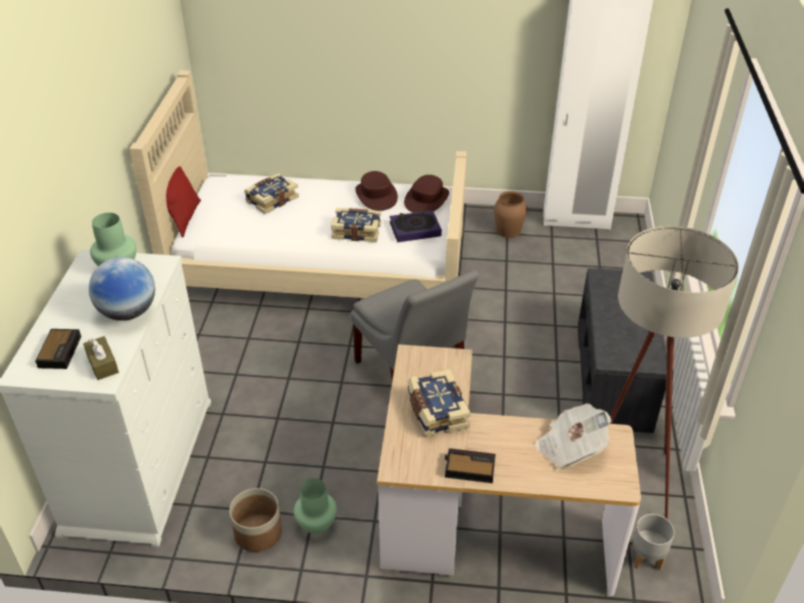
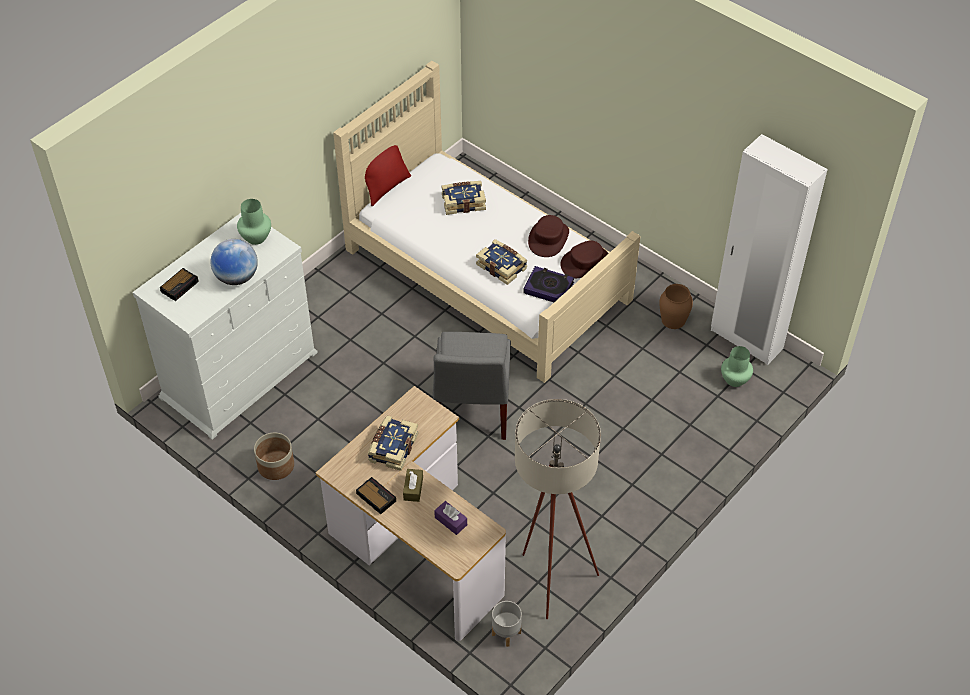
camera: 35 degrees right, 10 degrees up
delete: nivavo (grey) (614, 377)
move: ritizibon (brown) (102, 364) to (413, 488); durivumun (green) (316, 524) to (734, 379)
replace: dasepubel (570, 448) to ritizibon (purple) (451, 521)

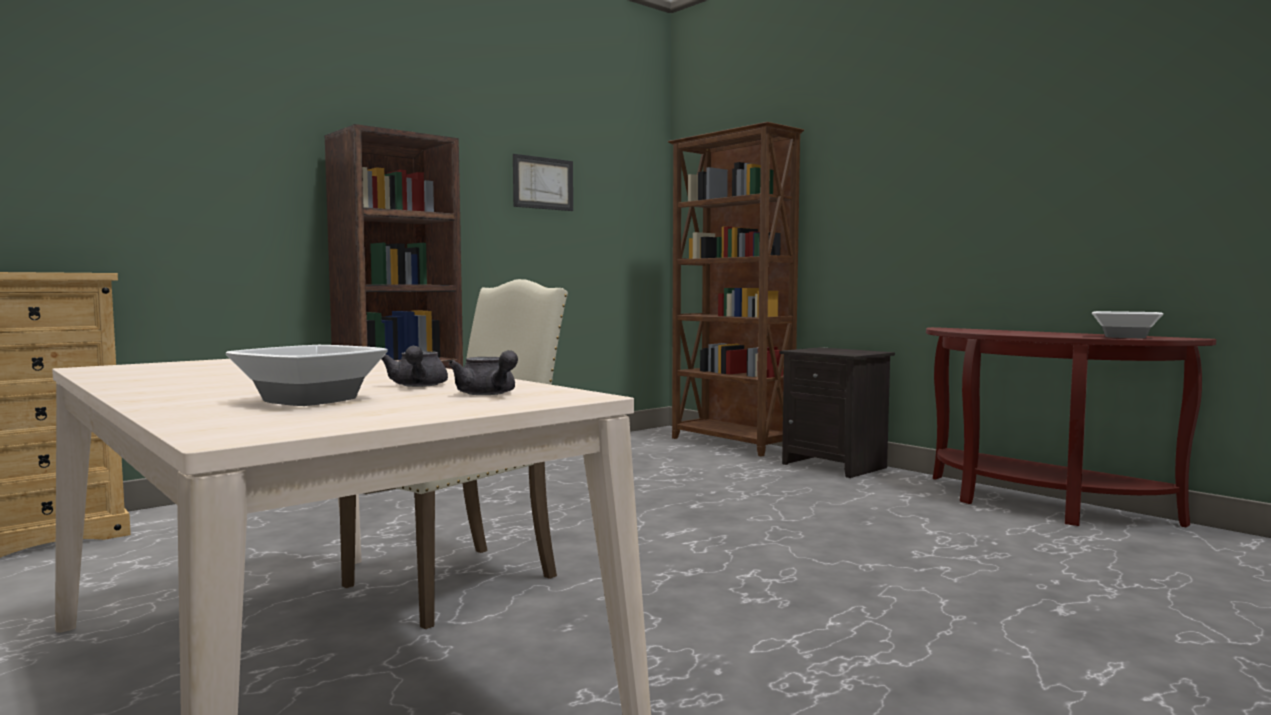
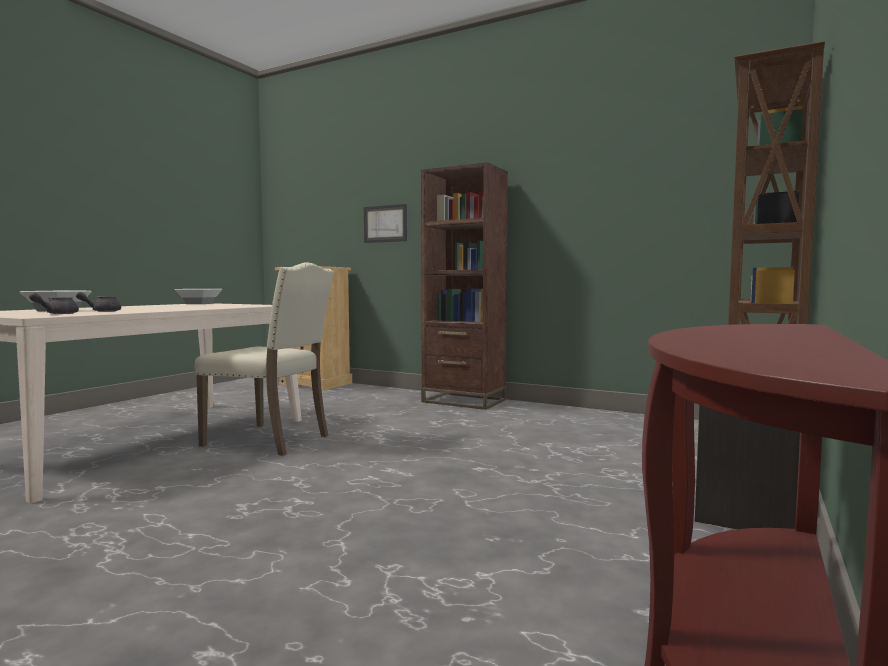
camera: 70 degrees right, 0 degrees up
move: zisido (543, 183) to (385, 223); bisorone (1125, 337) to (198, 303)

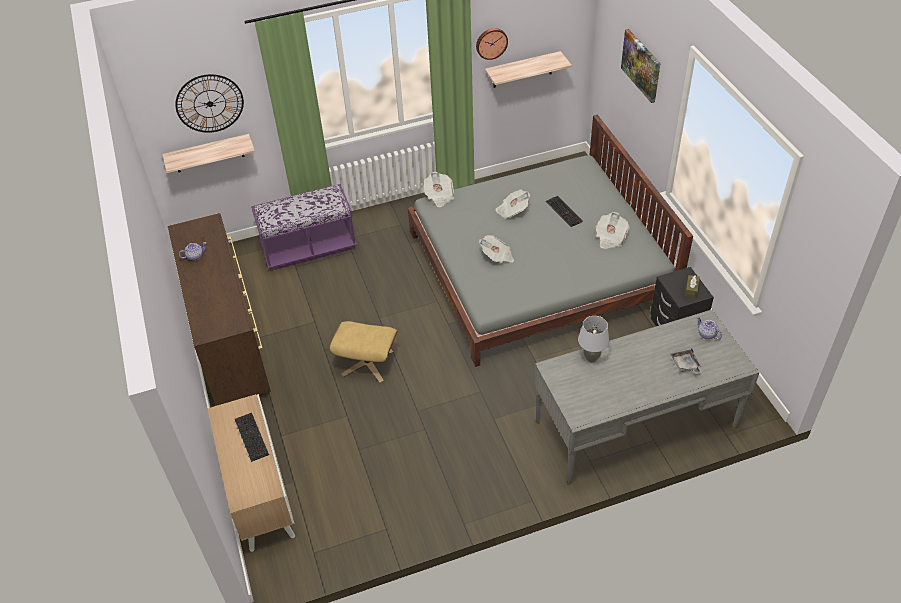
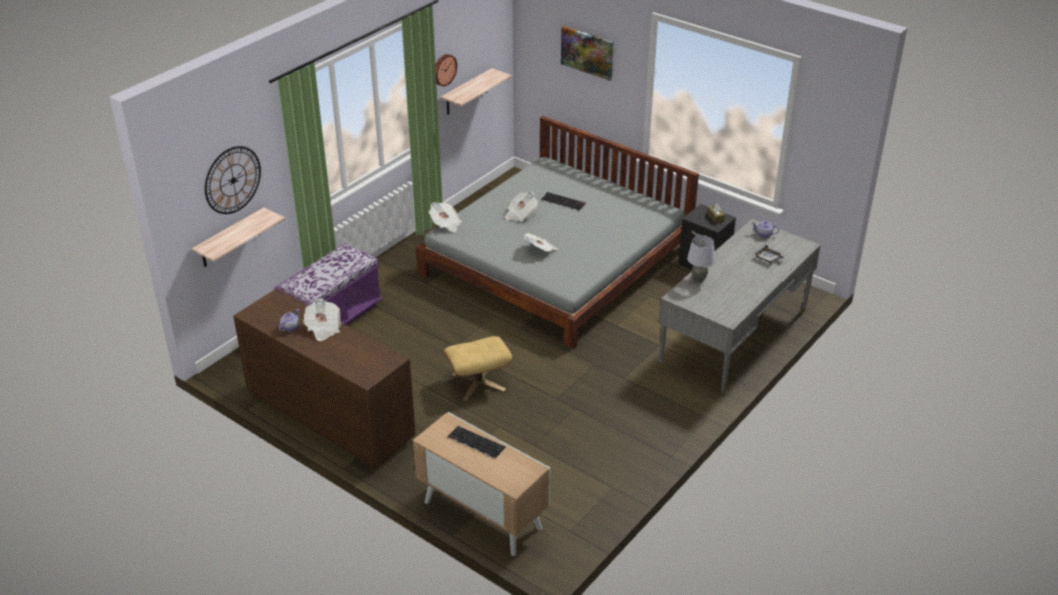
camera: 35 degrees left, 10 degrees down
move: dasepubel (610, 238) to (323, 328)

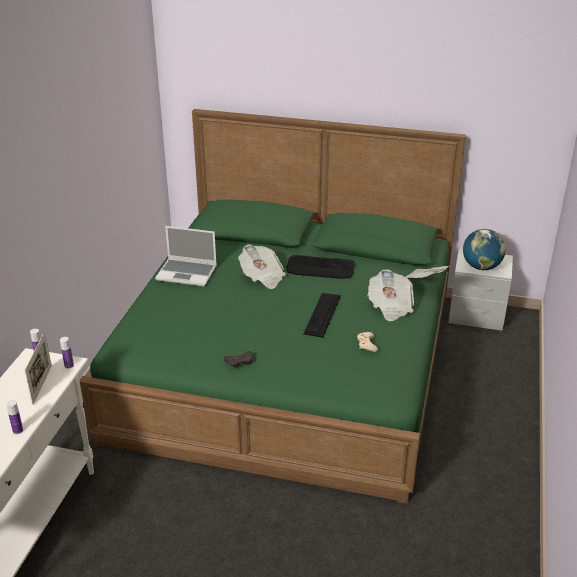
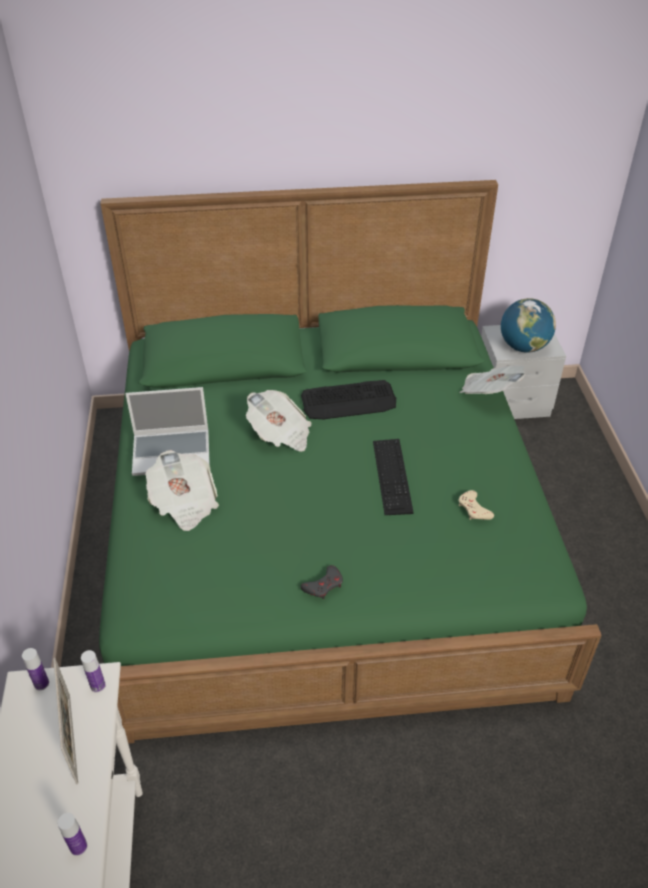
camera: 20 degrees left, 10 degrees up
move: dasepubel (390, 306) to (184, 503)

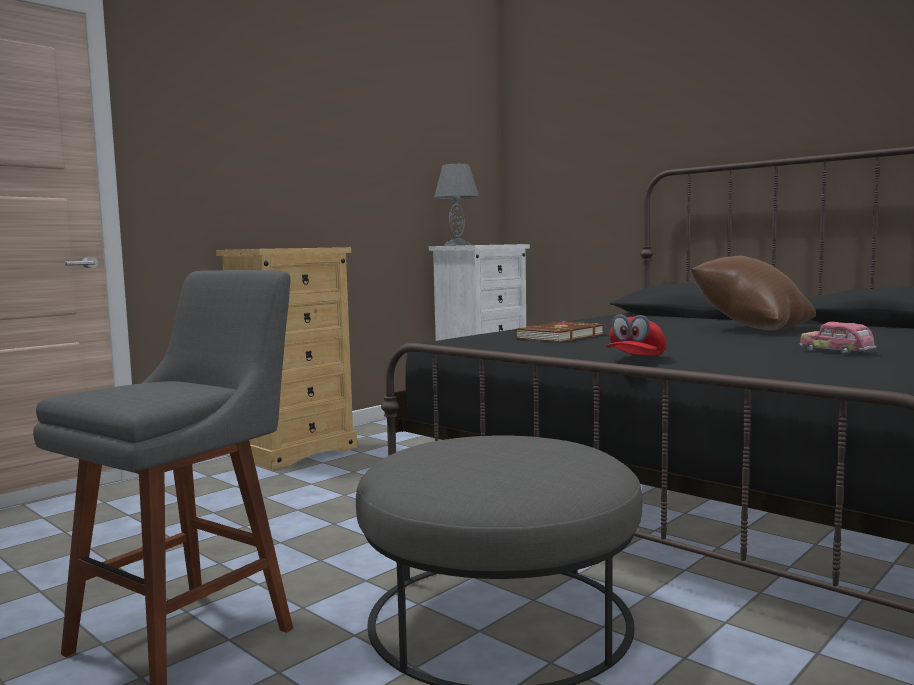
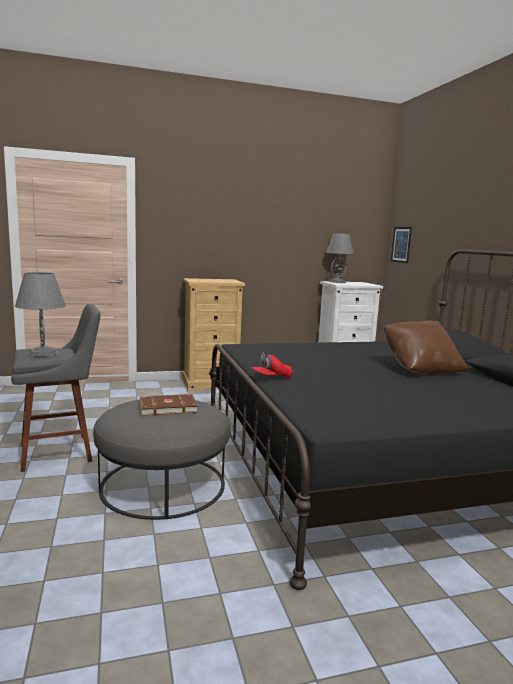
camera: 30 degrees right, 5 degrees up
delete: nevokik (836, 352)
insert: zisido (401, 244); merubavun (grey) (43, 353)
move: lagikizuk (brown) (558, 336) to (167, 407)

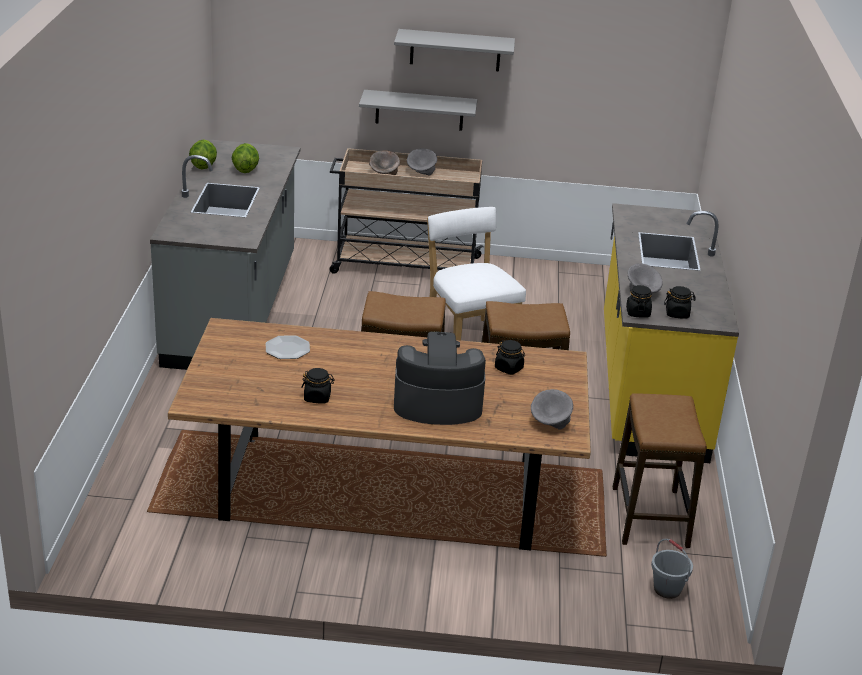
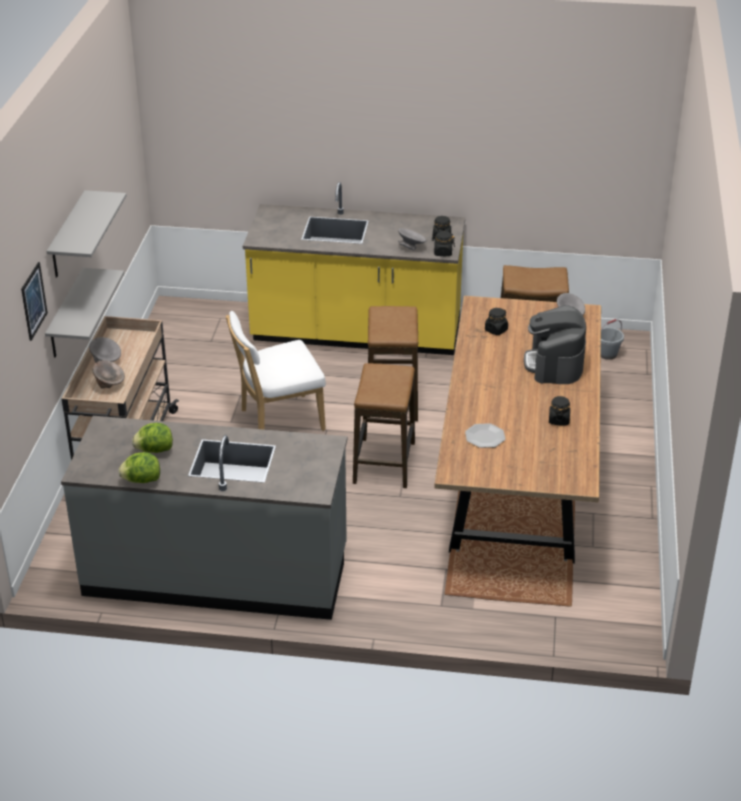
camera: 85 degrees left, 5 degrees up
insert: zisido (33, 301)

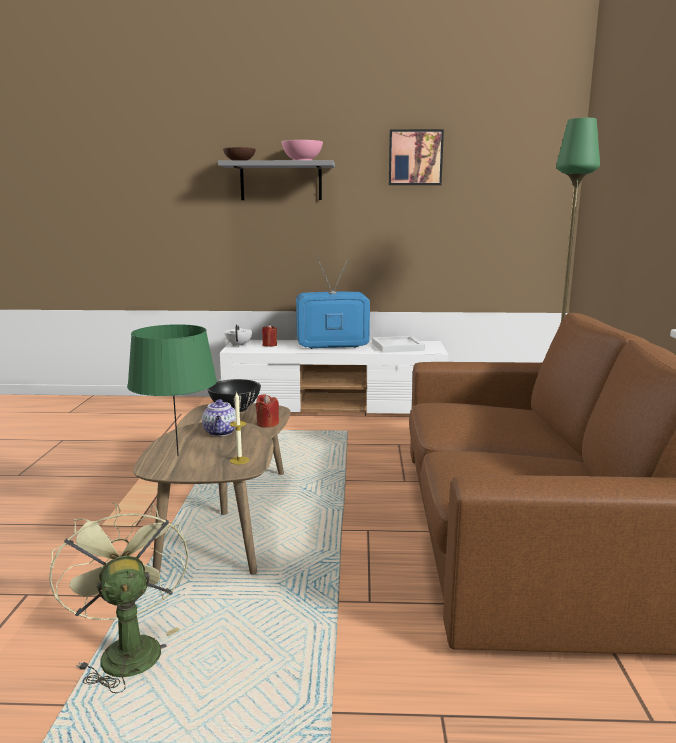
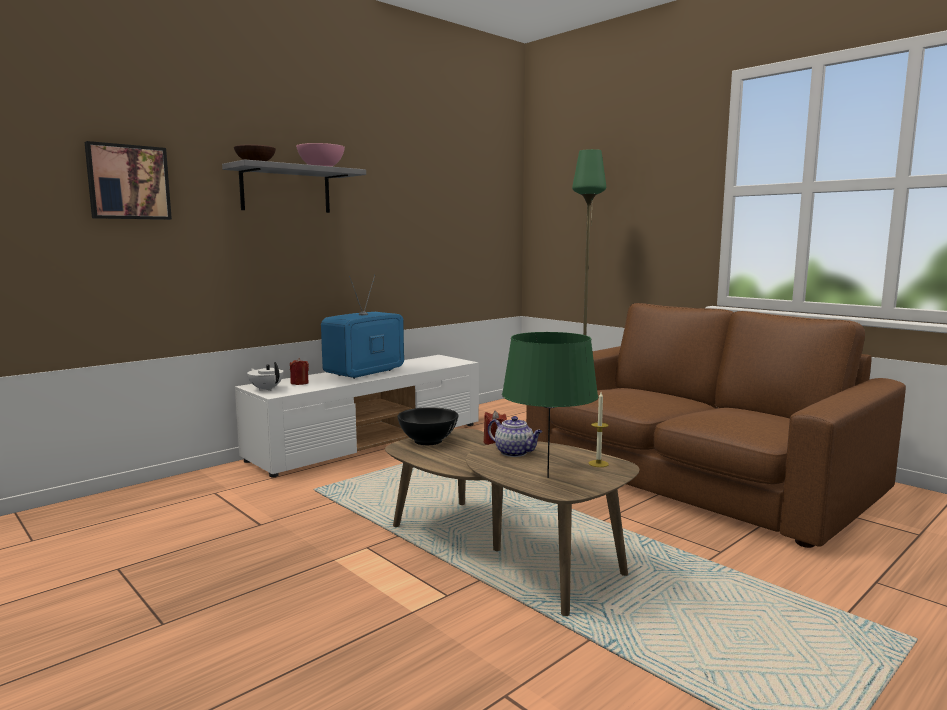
camera: 45 degrees left, 5 degrees down
delete: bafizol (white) (397, 347); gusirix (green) (127, 649)
move: zisido (415, 158) to (128, 182)

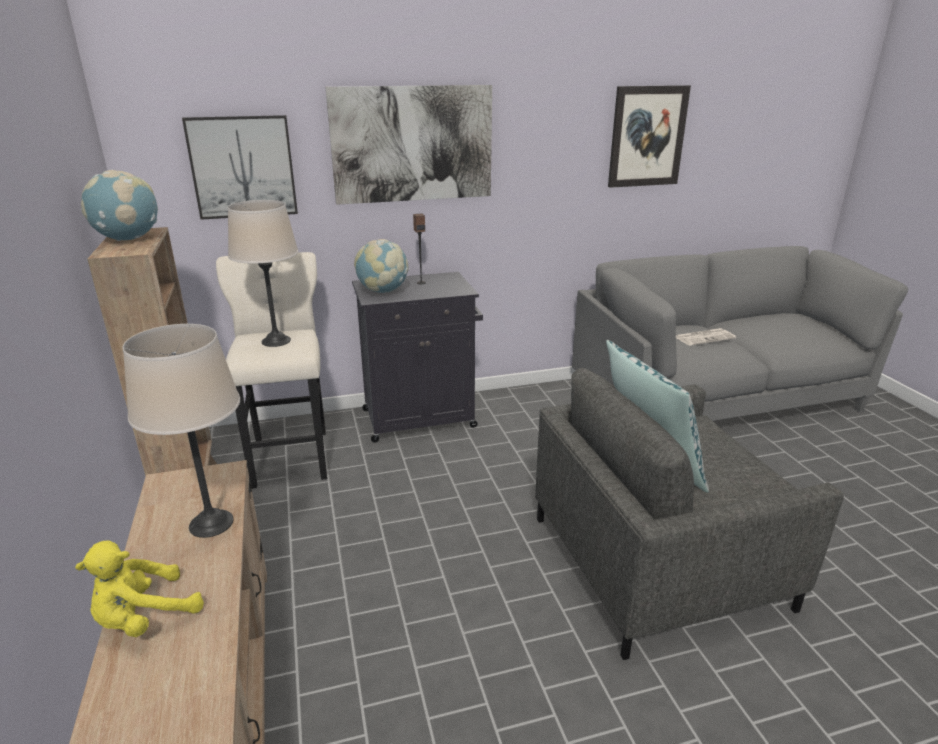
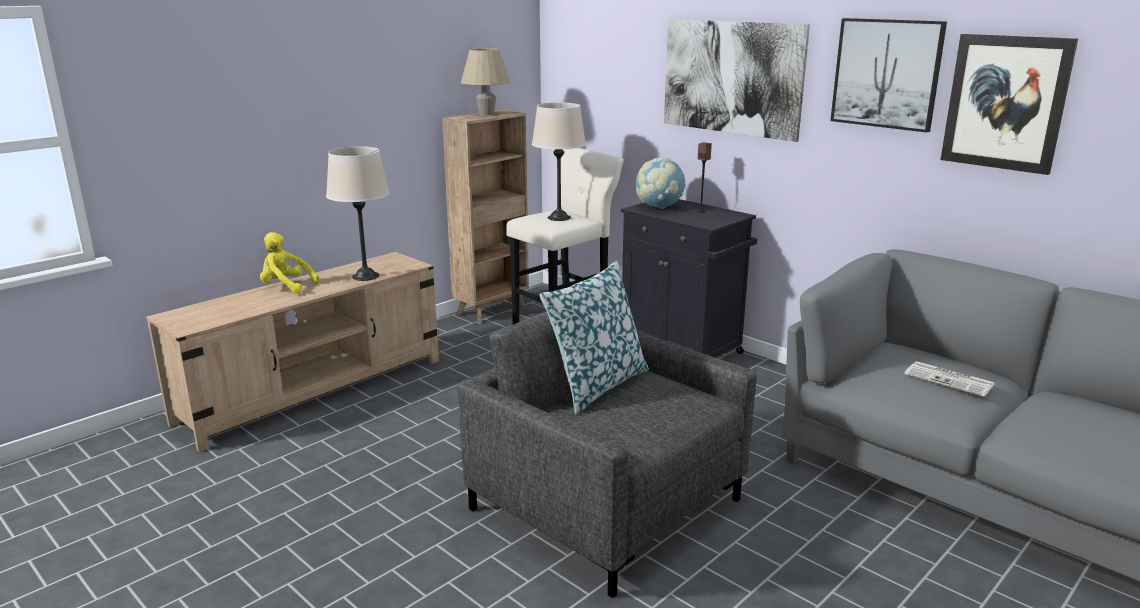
camera: 60 degrees right, 5 degrees down
move: zisido (243, 167) to (887, 73)
replace: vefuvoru (128, 239) to merubavun (beige) (486, 114)

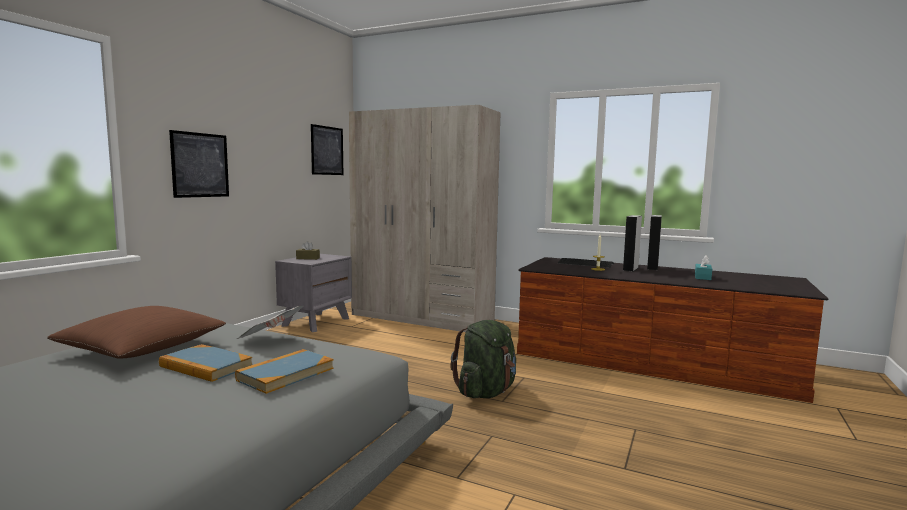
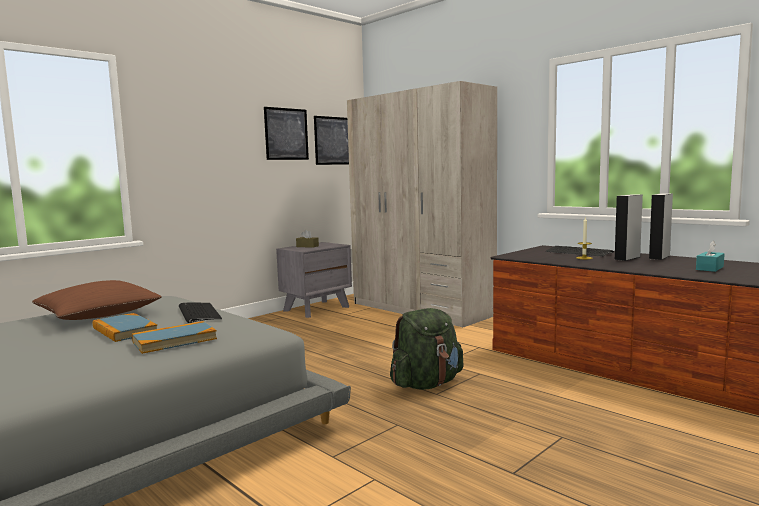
camera: 20 degrees right, 0 degrees up
move: zisido (200, 165) to (286, 134)
replace: dasepubel (271, 339) to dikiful (198, 313)

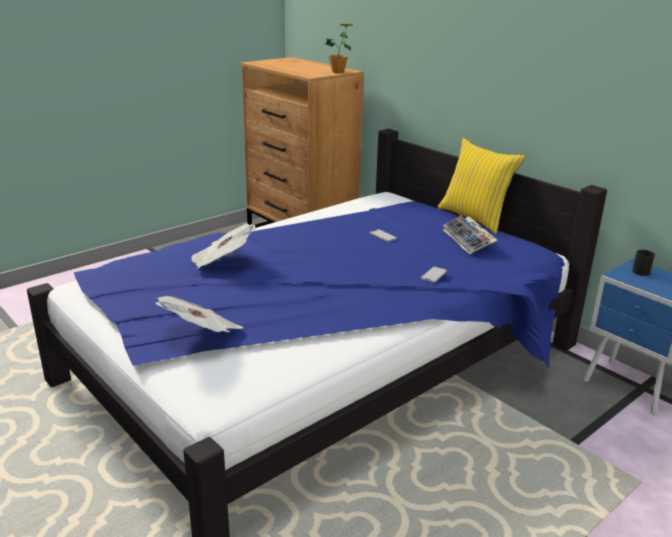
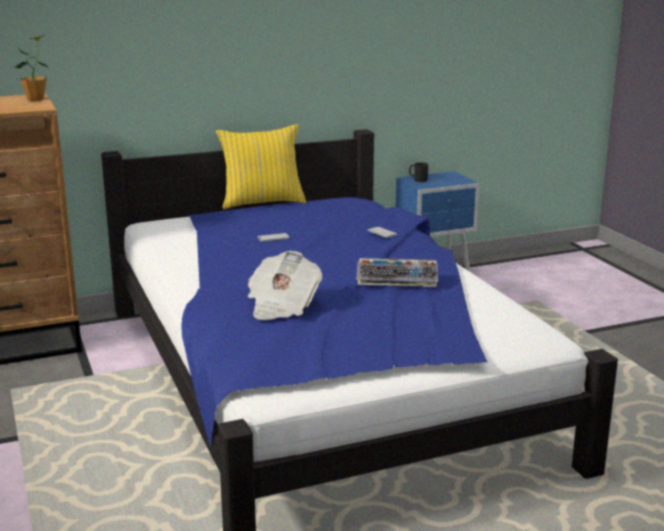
camera: 70 degrees left, 5 degrees down
delete: dasepubel (201, 333)
move: dikiful (469, 240) to (398, 279)

